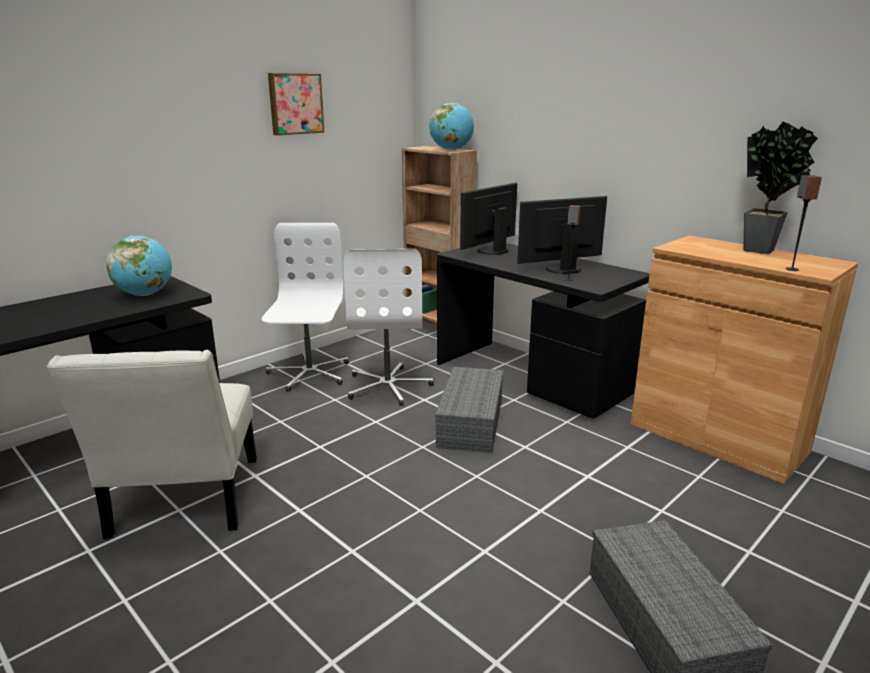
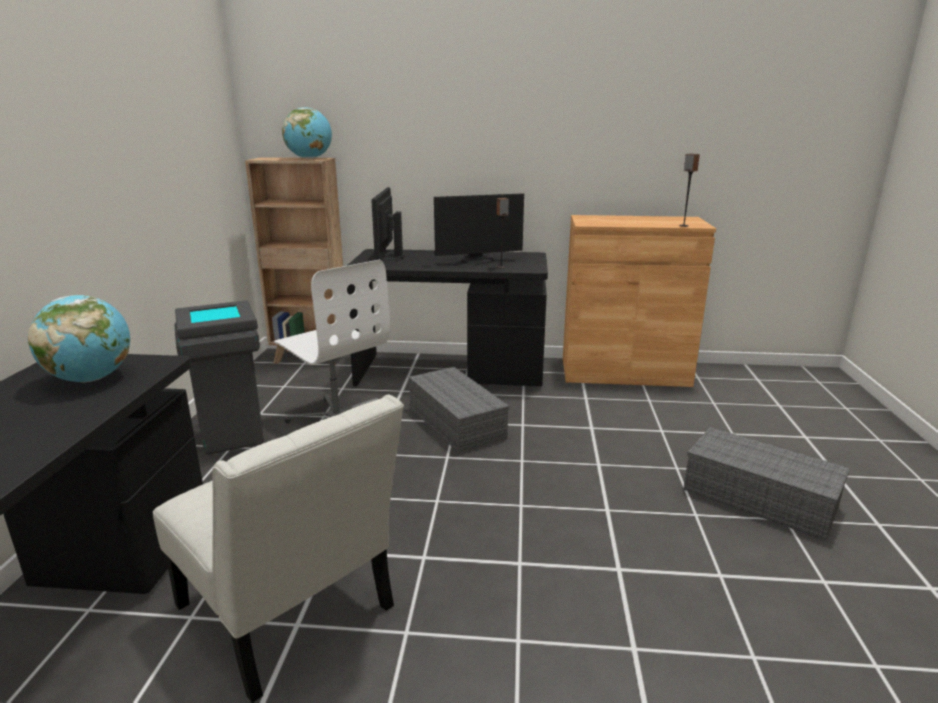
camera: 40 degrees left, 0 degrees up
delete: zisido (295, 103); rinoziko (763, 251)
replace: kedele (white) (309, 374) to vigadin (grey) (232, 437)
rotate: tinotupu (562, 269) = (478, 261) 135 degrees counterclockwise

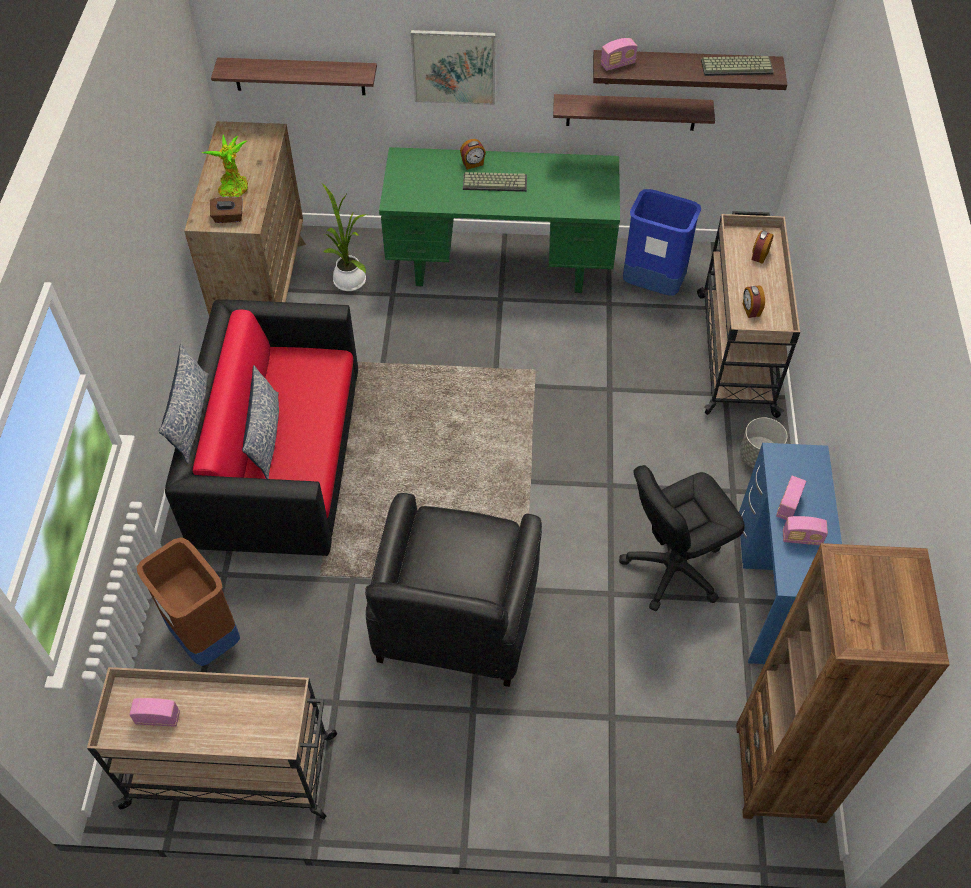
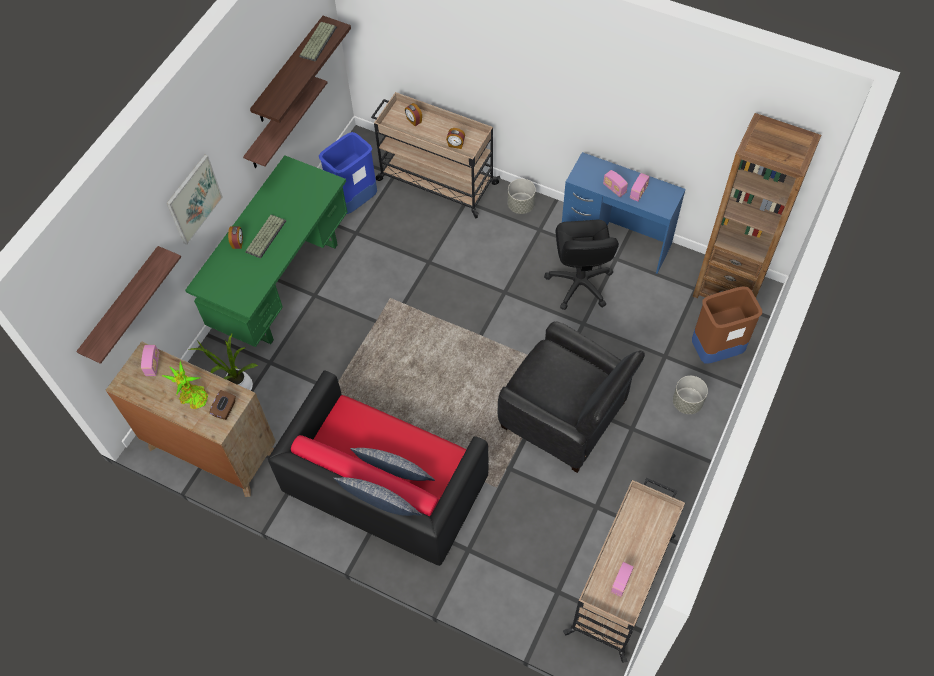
camera: 65 degrees left, 5 degrees up
insert: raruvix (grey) (687, 402)
move: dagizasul (617, 64) to (153, 364); vigadin (brown) (207, 637) to (715, 350)

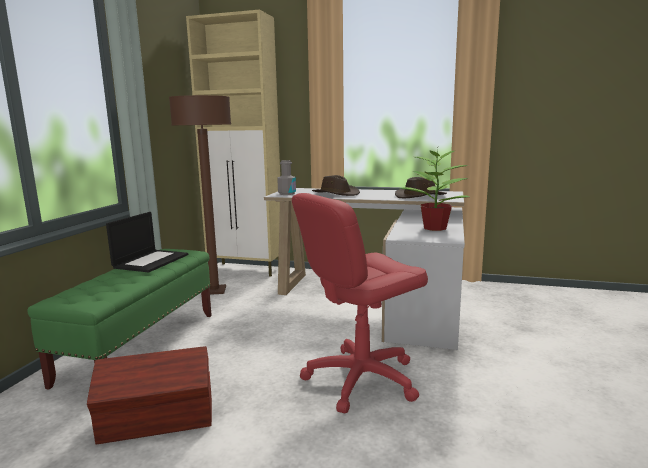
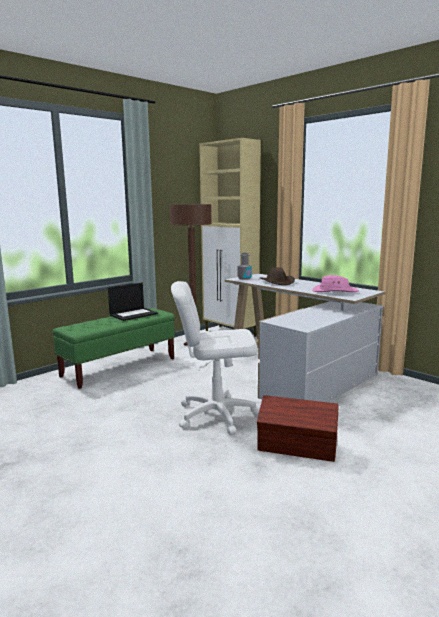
camera: 30 degrees right, 0 degrees up
delete: rinoziko (435, 228)
move: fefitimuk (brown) (158, 421) to (297, 447)
recolor: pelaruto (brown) (420, 196) to pelaruto (pink) (334, 291); kedele (red) (361, 379) to kedele (white) (216, 415)

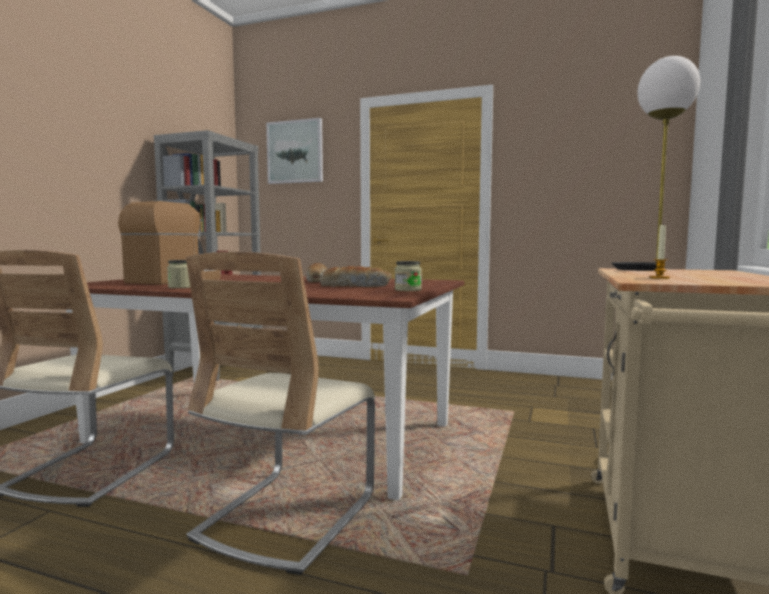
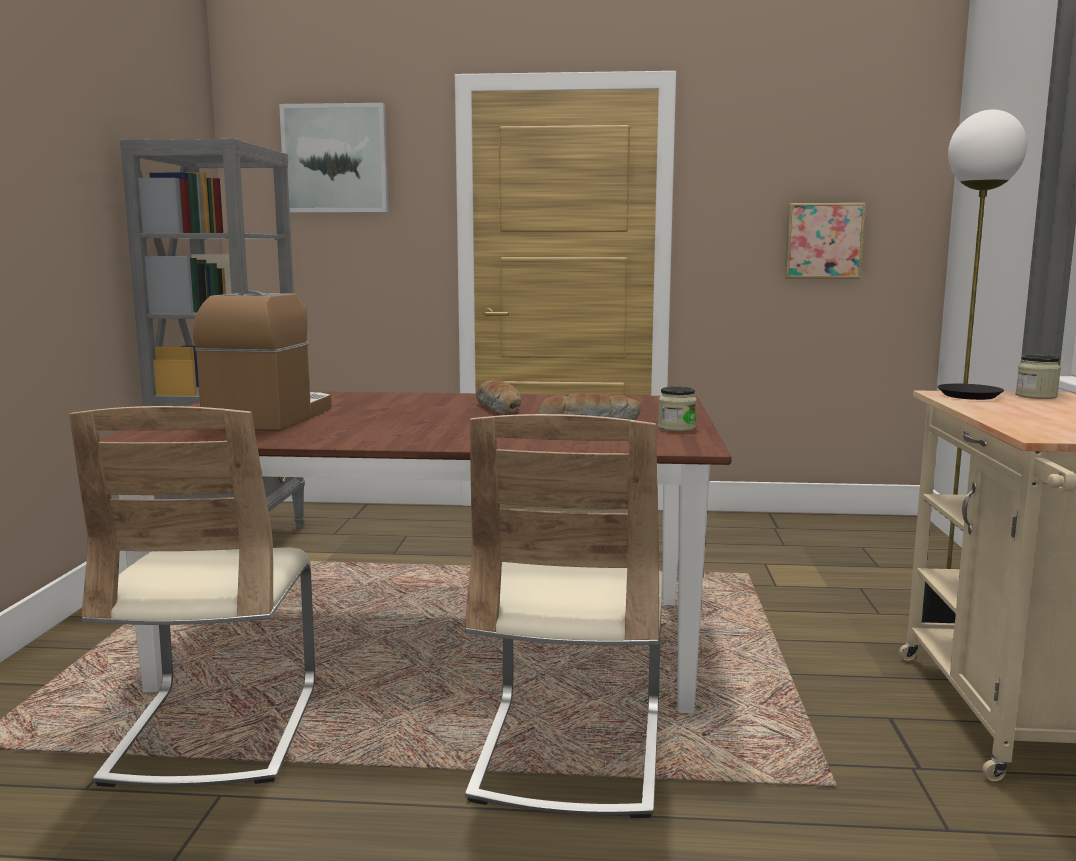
camera: 15 degrees left, 5 degrees up
delete: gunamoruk (659, 278)
insert: zisido (823, 241)
move: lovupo (181, 287) to (1036, 396)

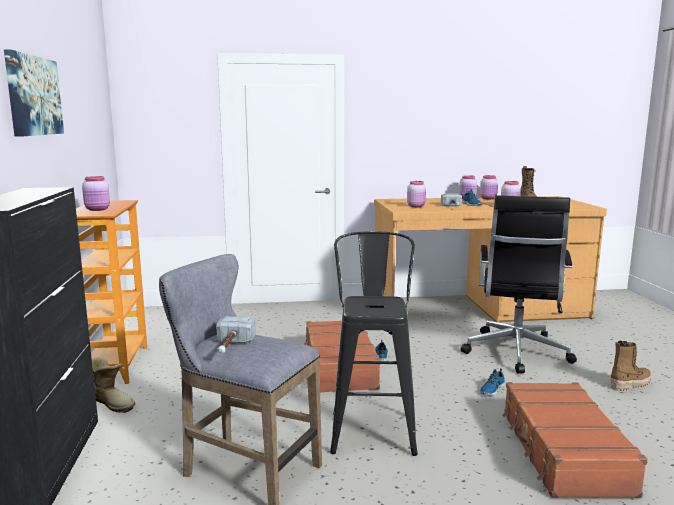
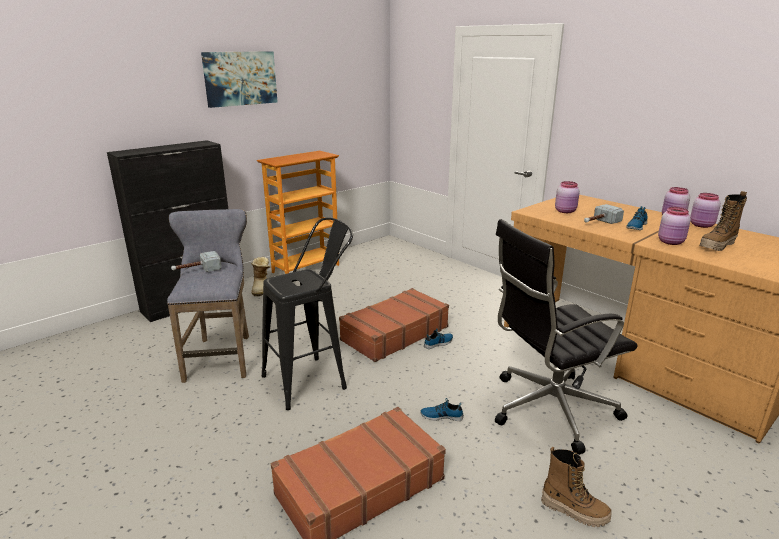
camera: 55 degrees right, 10 degrees up
delete: lovupo (pink) (98, 209)

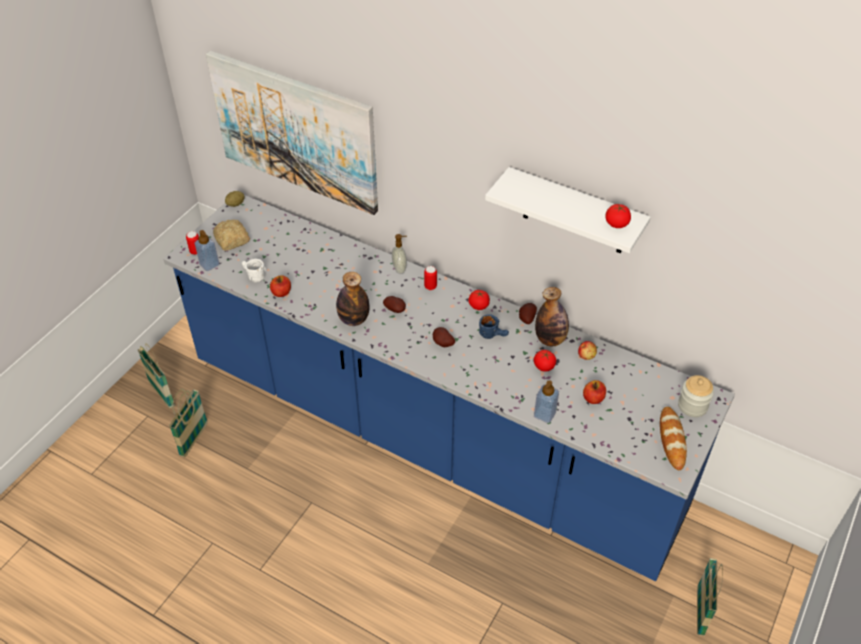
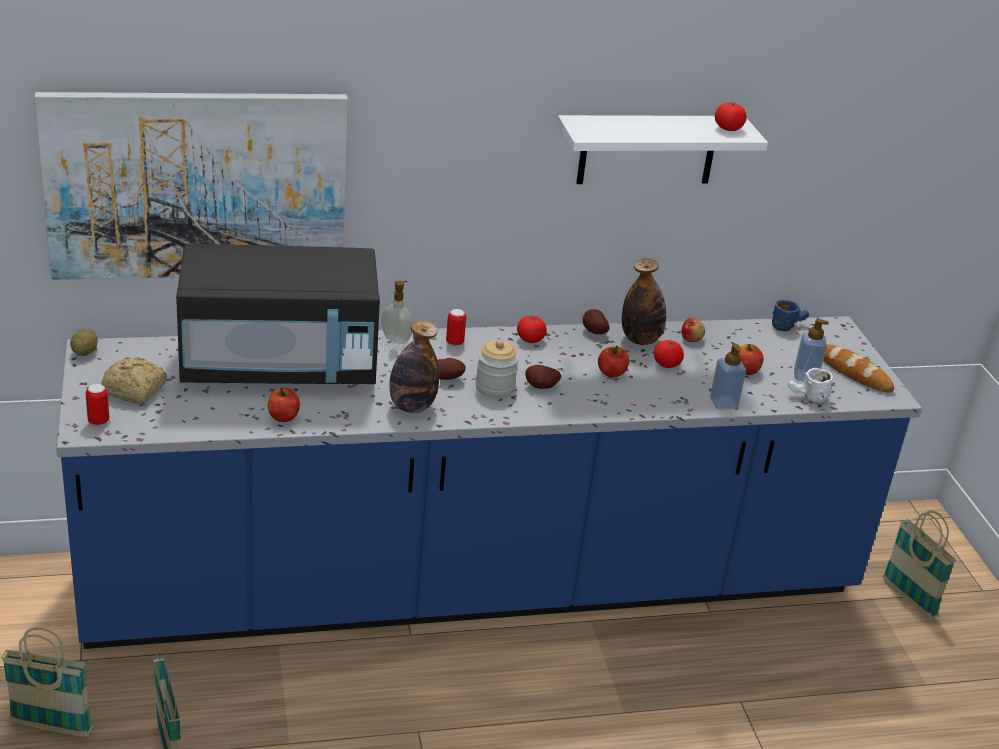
camera: 45 degrees left, 15 degrees down
insert: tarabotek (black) (280, 365); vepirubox (611, 373)
move: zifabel (209, 264) to (805, 376); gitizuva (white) (252, 276) to (807, 398); gitizuva (blue) (493, 334) to (787, 325); lovupo (692, 406) to (495, 387)

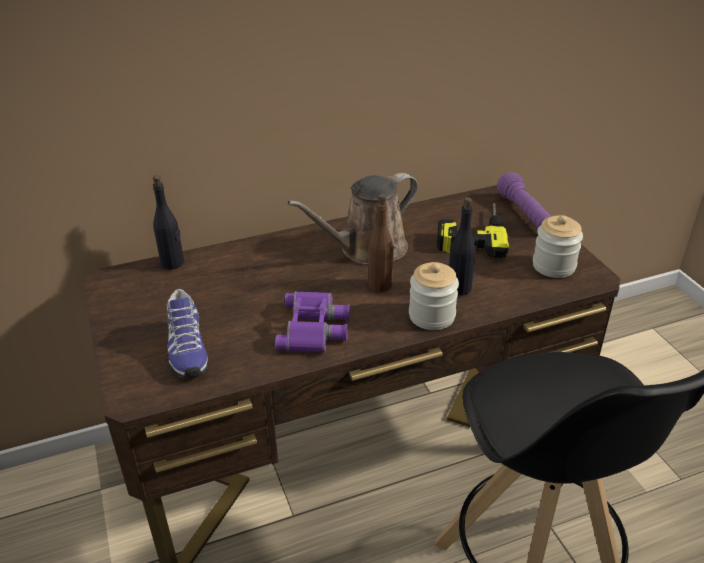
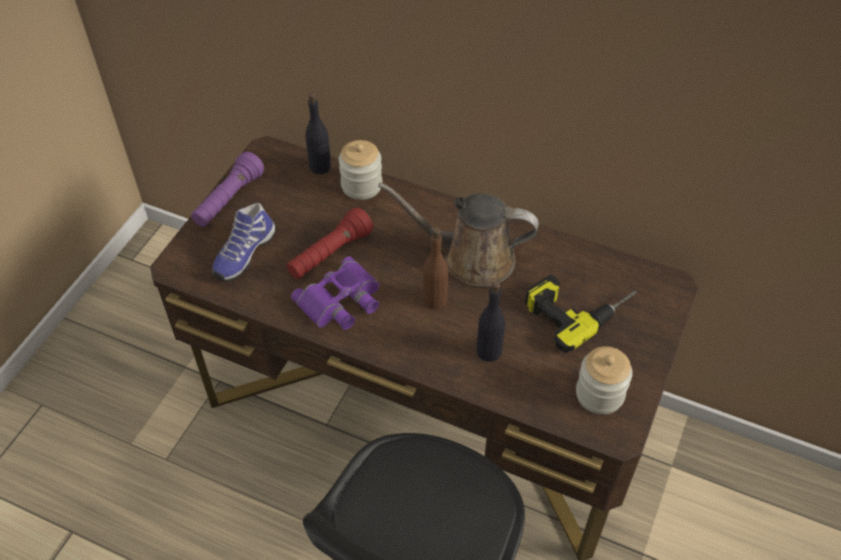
camera: 45 degrees right, 15 degrees up
insert: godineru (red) (330, 254)
move: godineru (purple) (524, 214) to (229, 200); lovupo (432, 316) to (361, 185)

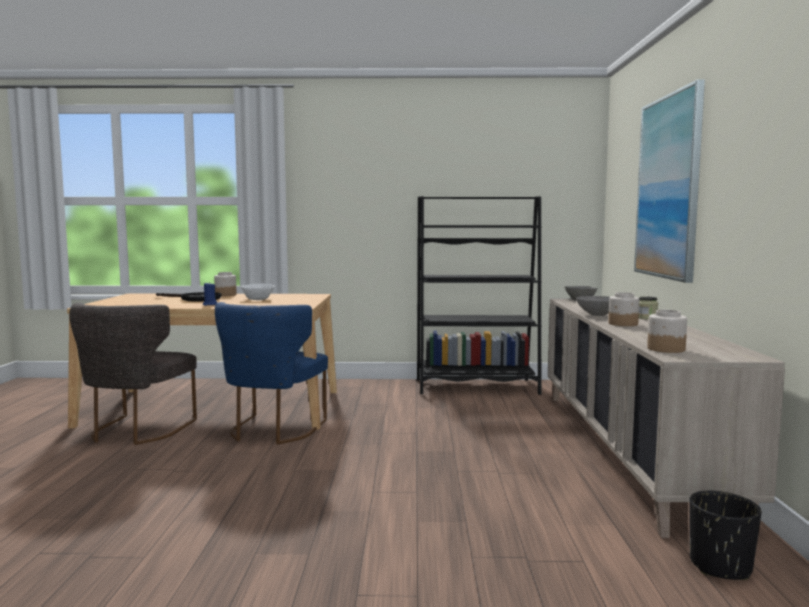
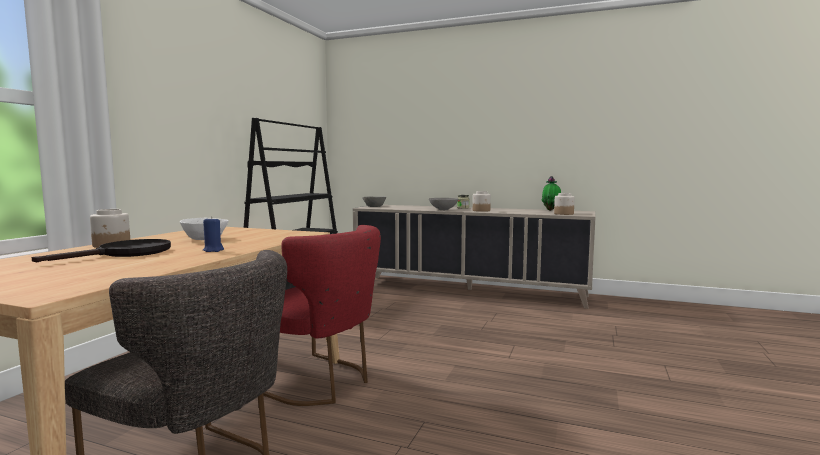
camera: 70 degrees left, 0 degrees up
delete: zisido (668, 187); raruvix (black) (720, 566)
insert: rinoziko (551, 210)
recolor: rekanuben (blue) (272, 431) to rekanuben (red) (319, 382)

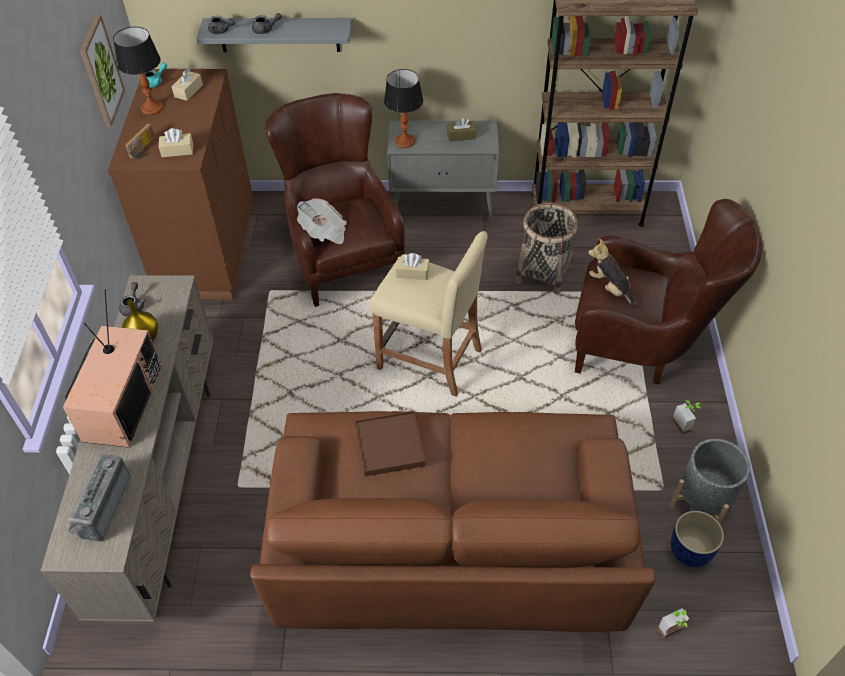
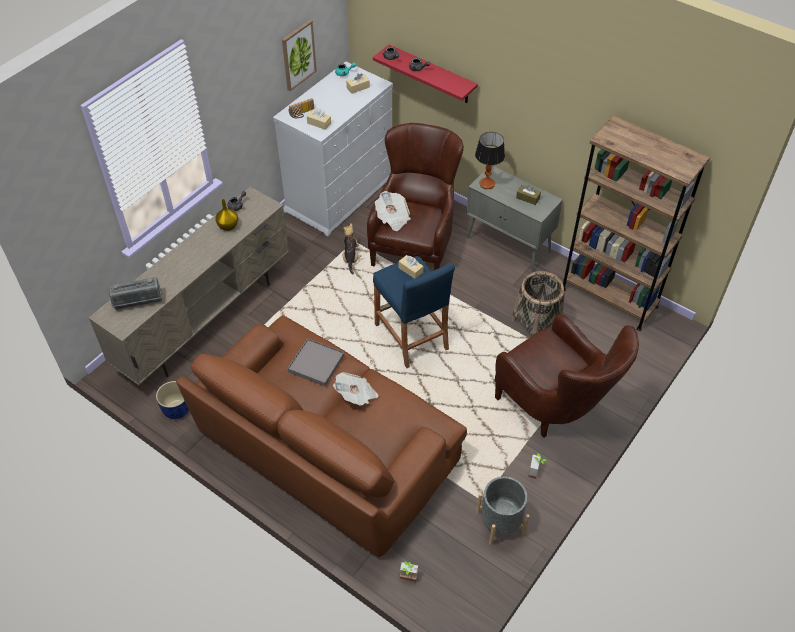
camera: 35 degrees right, 0 degrees up
delete: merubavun (152, 108); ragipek (121, 402)
insert: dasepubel (356, 395)
move: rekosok (610, 288) to (351, 258); raruvix (blue) (689, 551) to (176, 409)
recolor: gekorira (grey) (279, 34) to gekorira (red) (432, 75); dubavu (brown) (205, 246) to dubavu (white) (340, 193); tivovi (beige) (429, 359) to tivovi (blue) (411, 337); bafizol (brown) (390, 445) to bafizol (grey) (316, 364)
rotate: dagizasul (102, 505) = (138, 303) 150 degrees counterclockwise

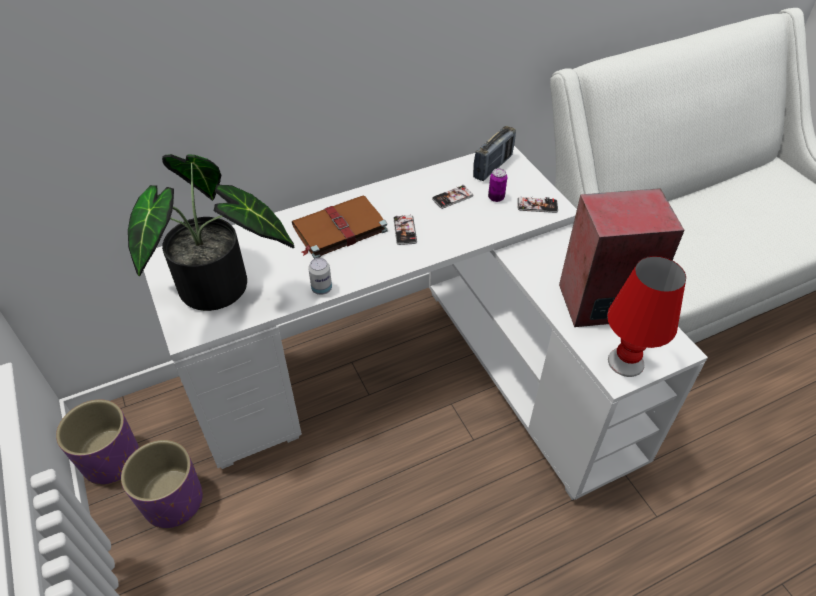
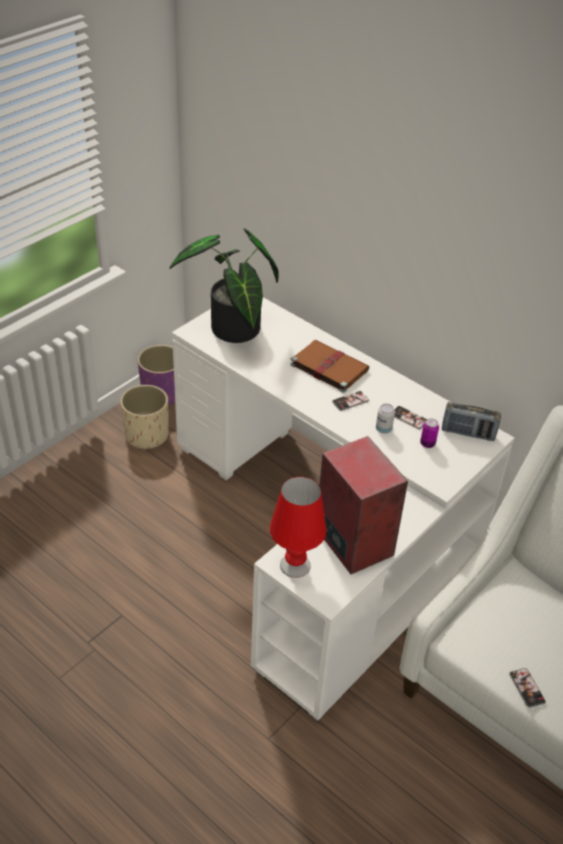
camera: 65 degrees right, 5 degrees down
move: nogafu (537, 205) to (527, 688); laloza (322, 289) to (383, 429)
recolor: raruvix (purple) (173, 501) to raruvix (beige) (147, 435)

